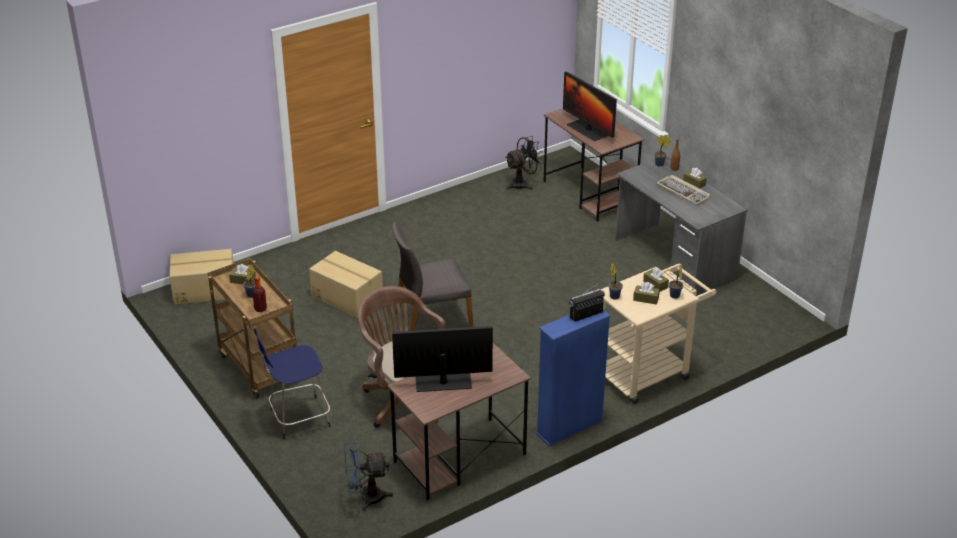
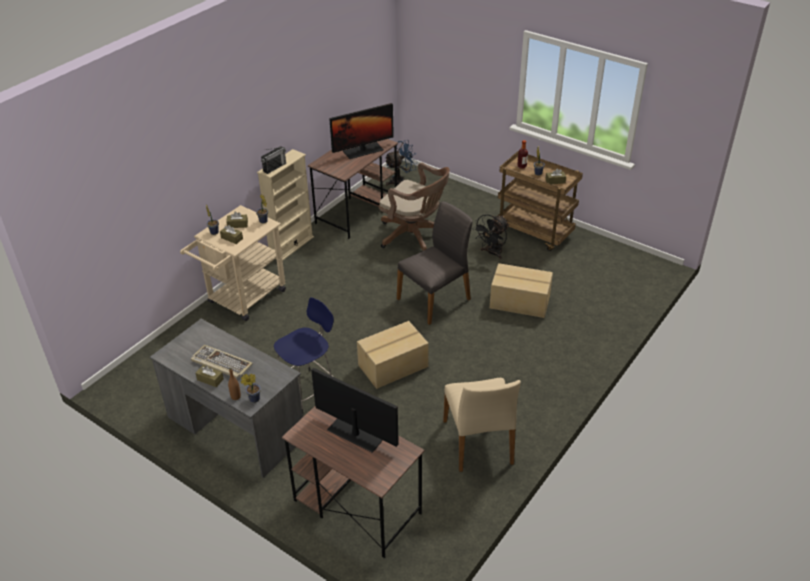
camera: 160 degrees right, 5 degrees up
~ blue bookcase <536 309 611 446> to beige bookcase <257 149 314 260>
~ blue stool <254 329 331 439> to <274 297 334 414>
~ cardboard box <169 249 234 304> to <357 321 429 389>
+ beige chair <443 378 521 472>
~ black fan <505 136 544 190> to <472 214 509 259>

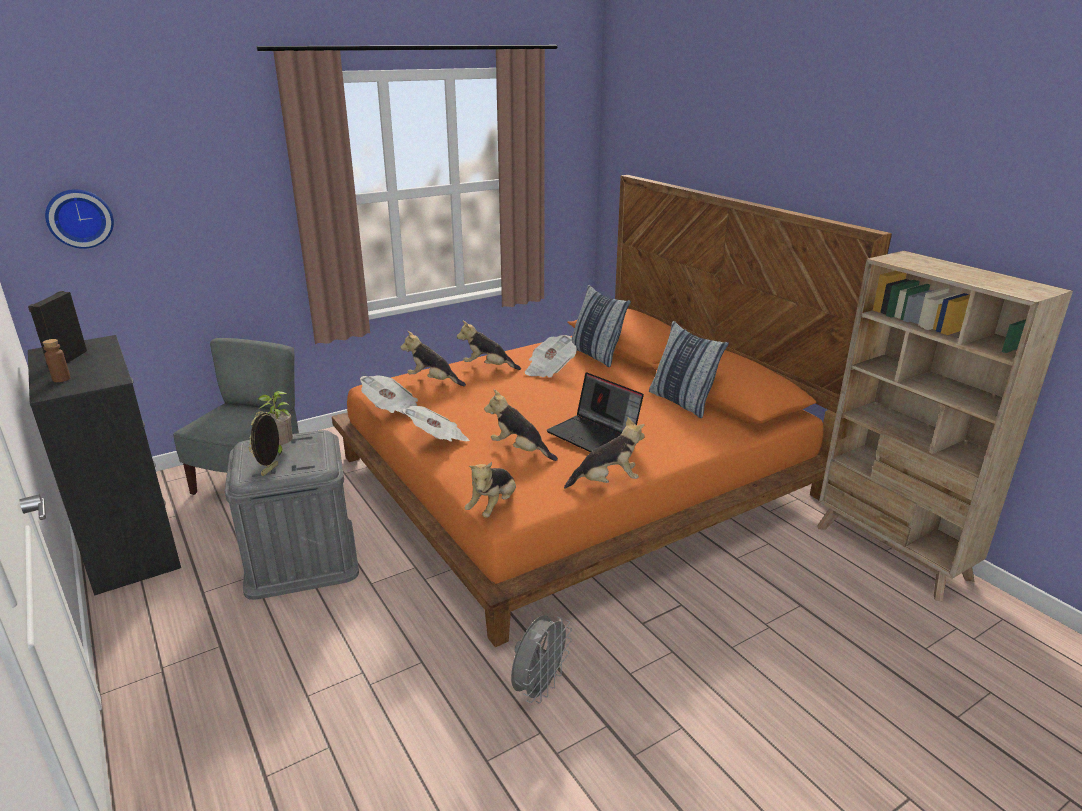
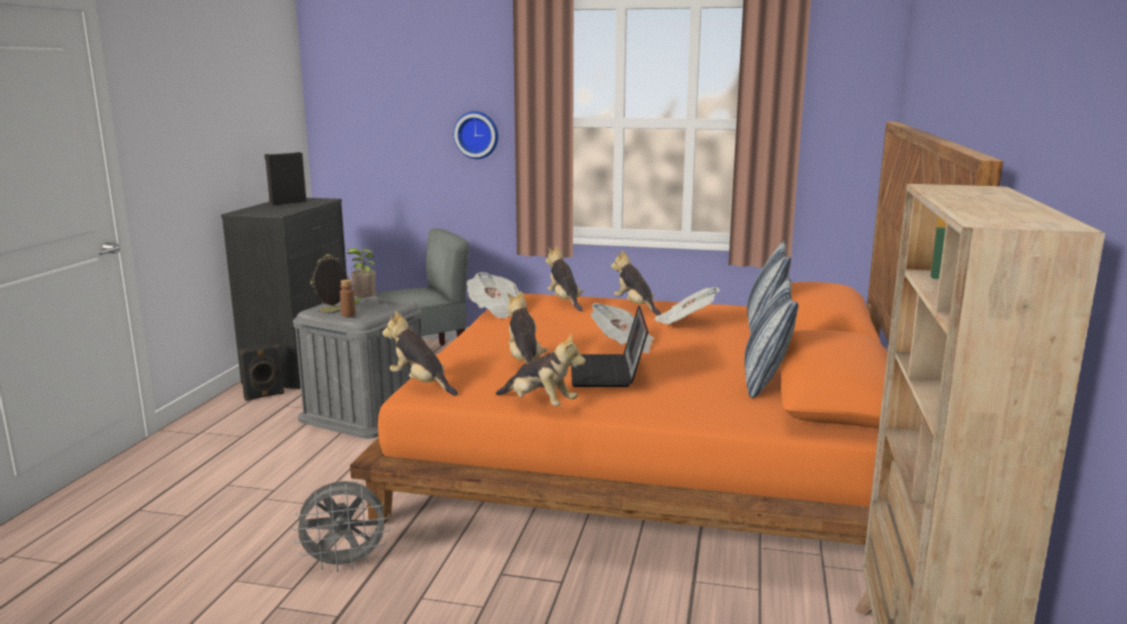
camera: 45 degrees right, 10 degrees down
+ black speaker <238 343 284 401>
~ brown bottle <42 339 71 382> to <340 279 356 317>
~ plush toy <465 462 516 518> = <382 311 458 396> 60 degrees clockwise
~ wall clock <45 189 114 249> to <454 111 498 159>
~ newspaper <402 406 470 442> to <591 303 654 353>

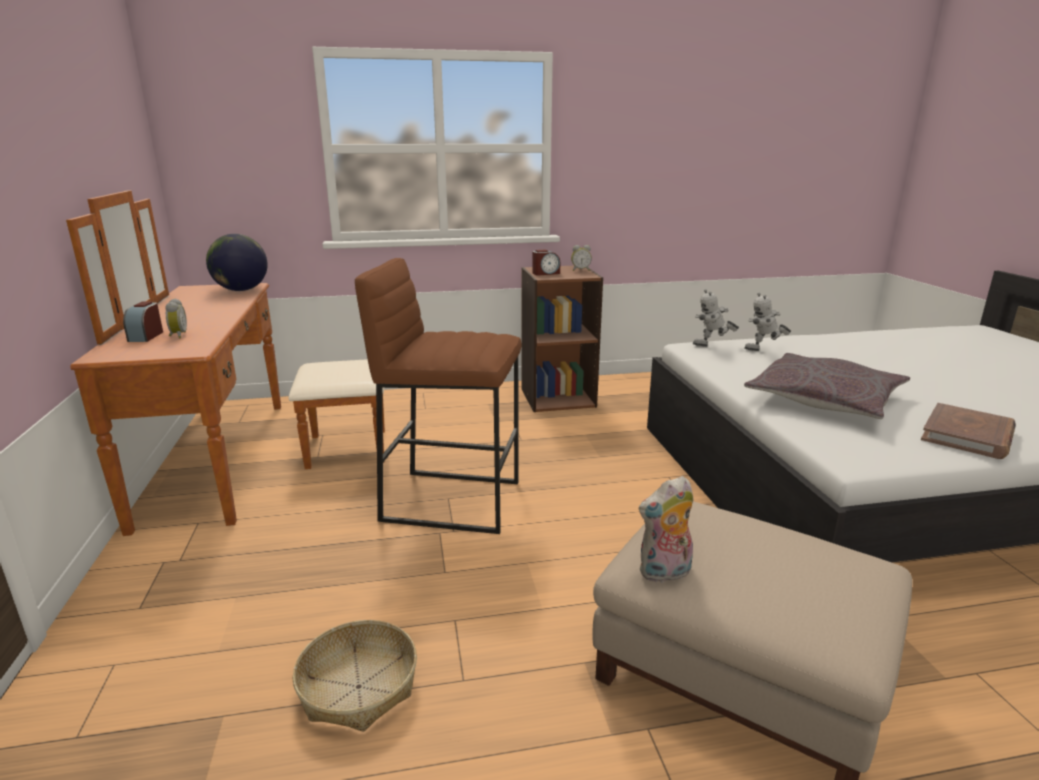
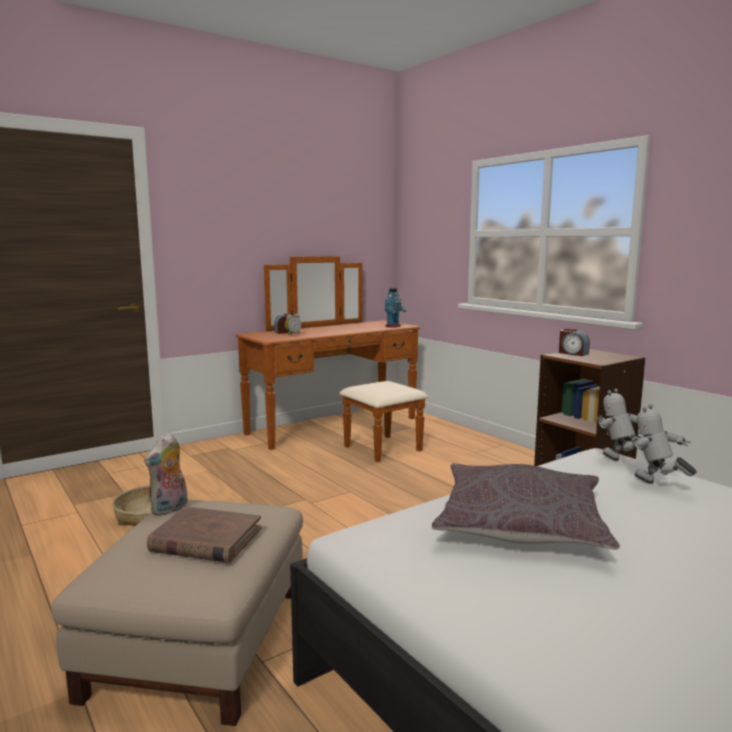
camera: 65 degrees right, 10 degrees down
~ plush toy <639 476 694 583> = <144 433 188 516> 105 degrees counterclockwise
~ brown book <921 403 1016 459> to <147 507 261 563>
~ globe <206 234 268 291> to toy robot <385 288 406 328>
- brown stool <355 258 522 534>
- alarm clock <571 245 592 271>

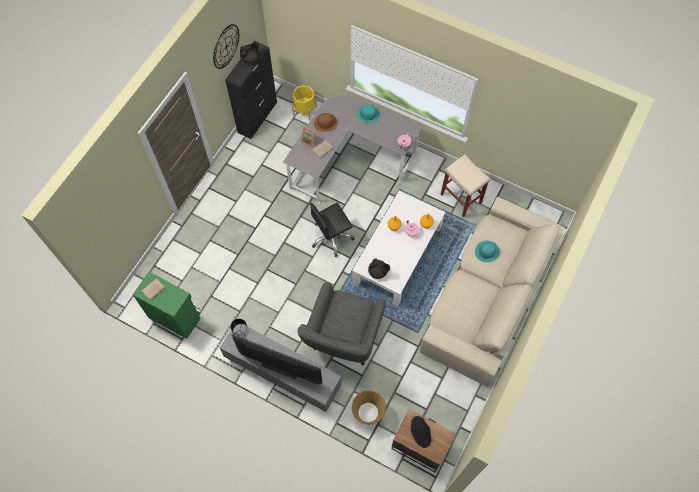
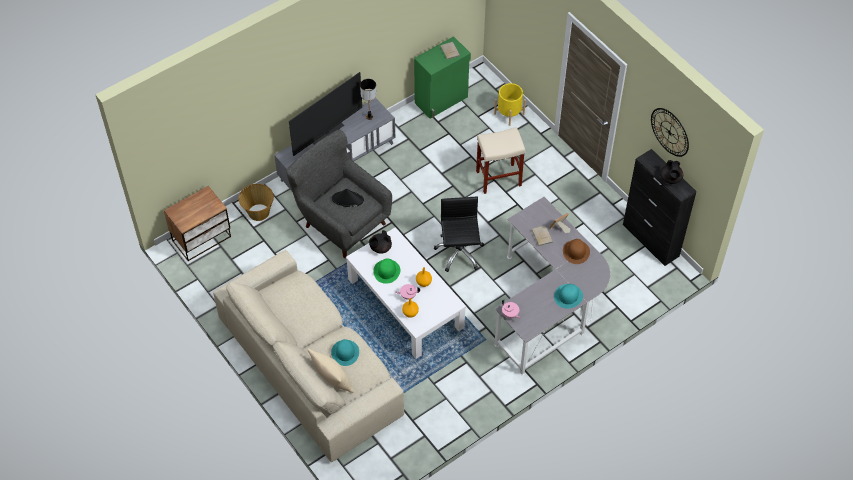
camera: 115 degrees right, 10 degrees down
+ beige pillow <307 348 354 393>
~ black hat <411 416 432 448> to <332 189 364 207>
+ green hat <373 258 400 284>
~ beige stool <440 155 490 217> to <476 127 525 194>
~ yellow planter <292 86 317 121> to <494 83 526 126>

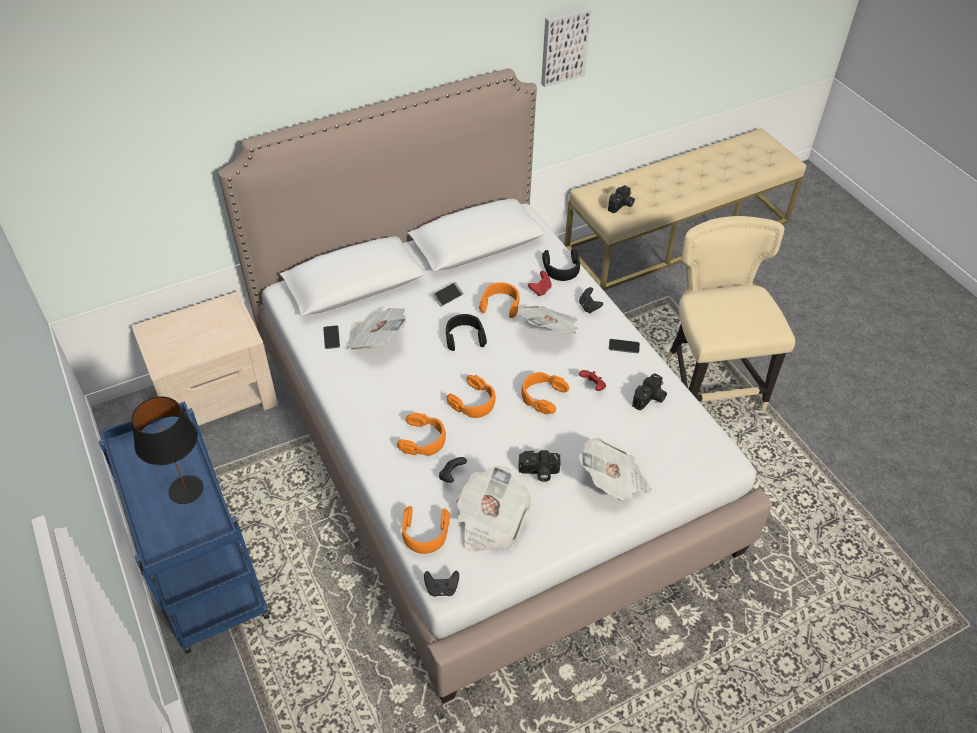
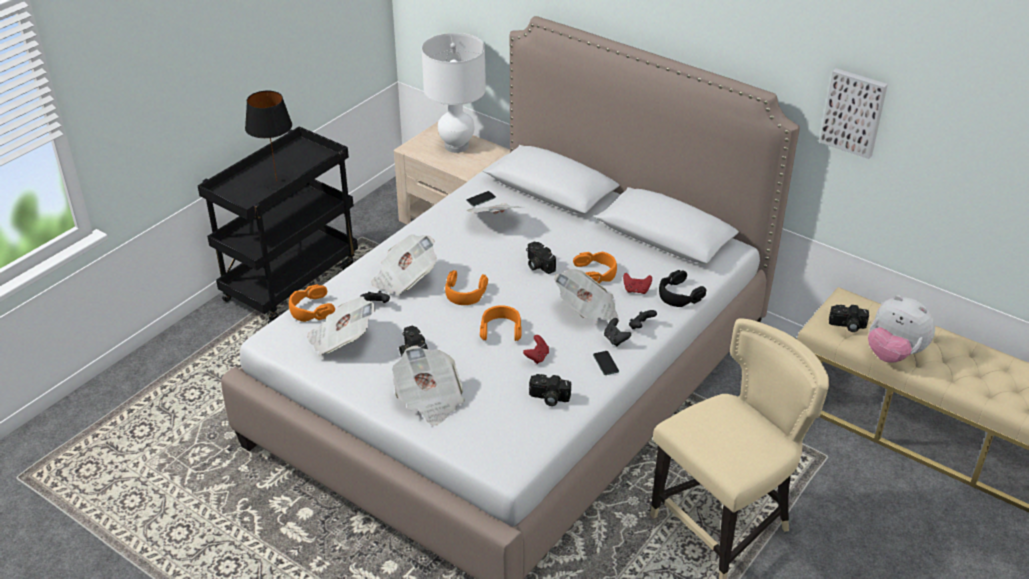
camera: 65 degrees right, 10 degrees down
~ blue cart <99 401 269 654> to black cart <198 126 358 324>
~ orange headphones <397 412 446 456> to newspaper <371 234 437 296>
+ white table lamp <422 33 486 153>
~ black headphones <446 314 487 351> to photo camera <526 242 556 274>
~ black game controller <424 571 459 597> to <604 318 631 346>
+ plush toy <868 295 935 363>
- phone <433 282 464 307>

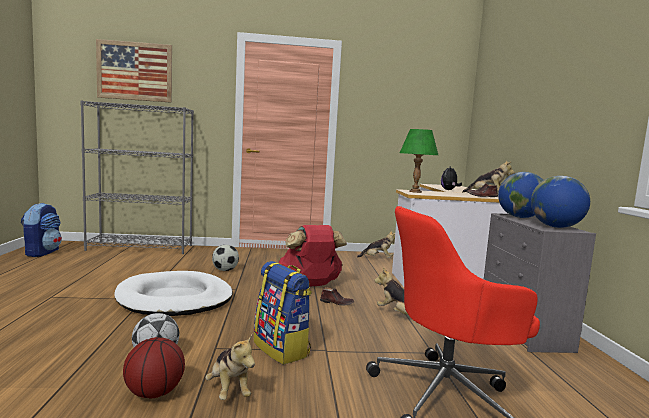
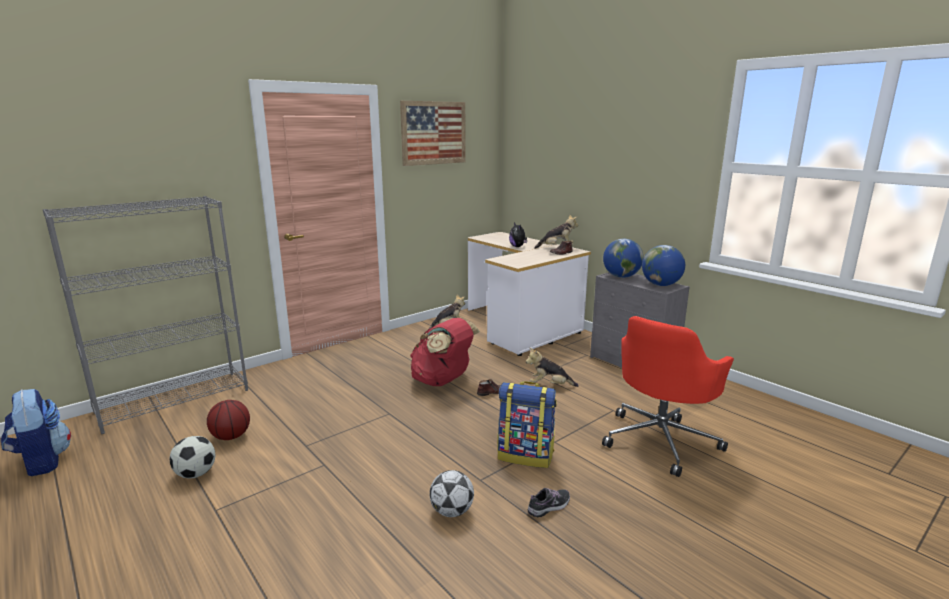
camera: 35 degrees left, 10 degrees up
~ football <212 245 239 271> to <170 436 215 479>
~ basketball <123 337 185 398> to <207 400 250 440>
~ picture <96 39 172 103> to <400 101 466 166>
~ plush toy <205 335 255 400> to shoe <528 488 570 517>
- white dog bed <114 271 233 316>
- green table lamp <400 129 438 193>

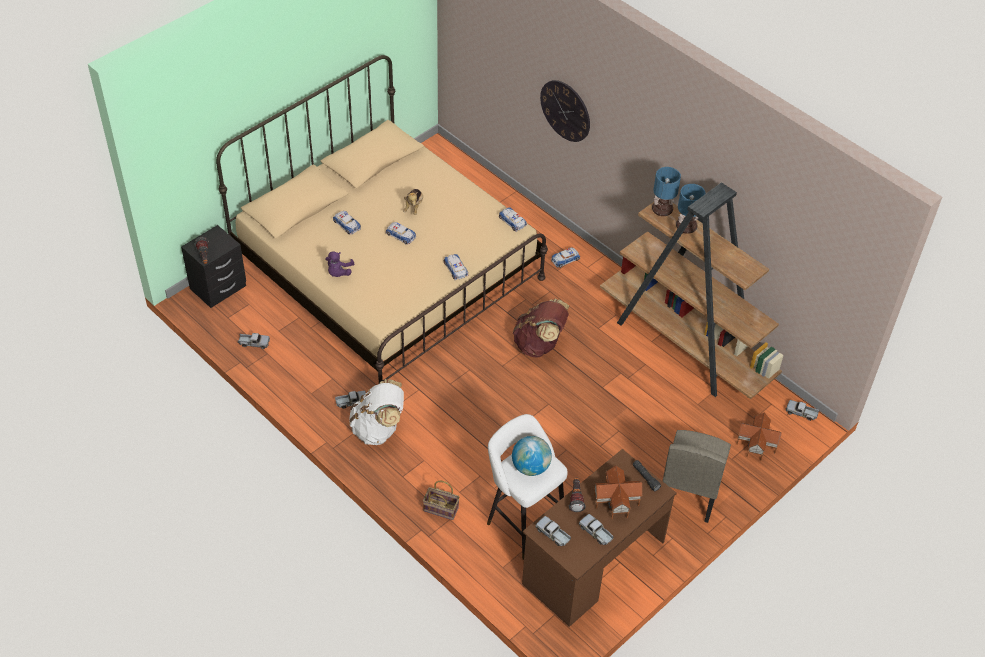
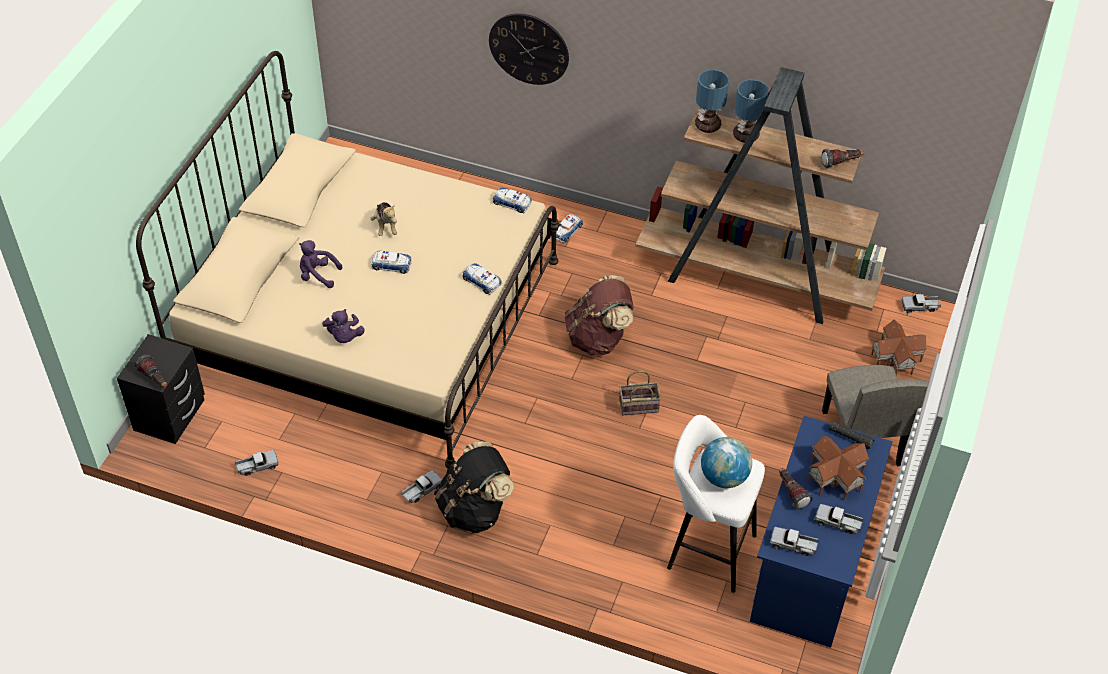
camera: 25 degrees left, 0 degrees up
~ toy car <333 211 361 235> to purple plush toy <299 240 342 288>
~ white backpack <349 379 404 445> to black backpack <434 441 514 534>
~ basket <423 481 459 520> to <619 370 661 416>
~ brown desk <522 449 677 627> to blue desk <750 416 893 648>
+ flashlight <822 149 864 168>

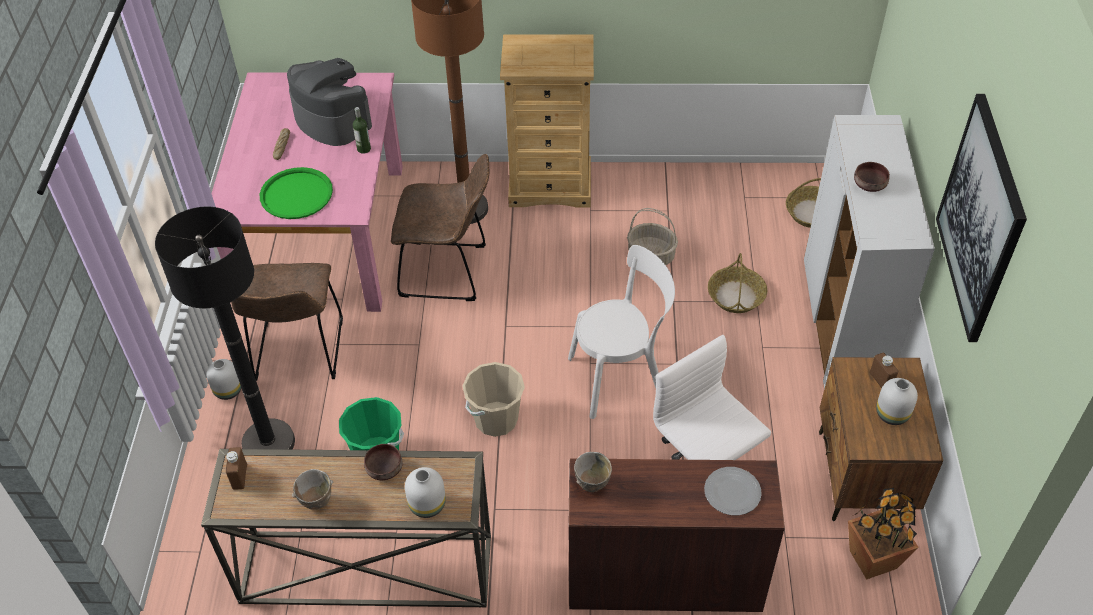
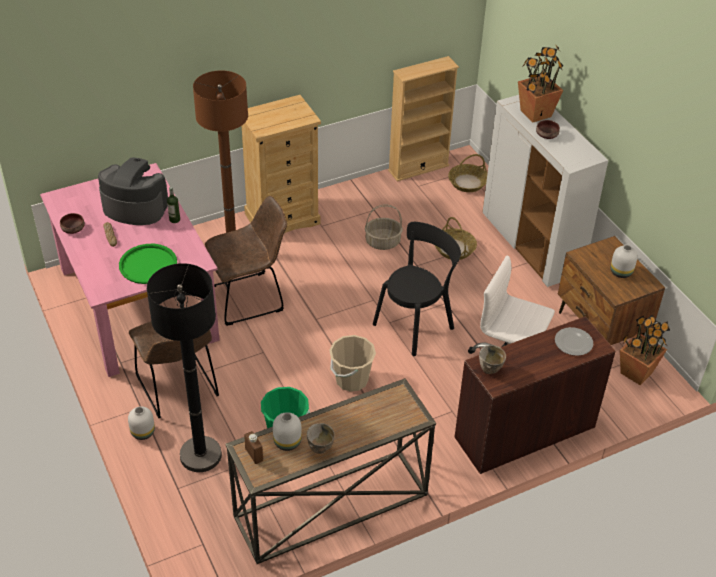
camera: 30 degrees left, 5 degrees down
~ brown bowl <364 444 403 480> to <60 213 85 234>
~ white vase <405 467 446 518> to <273 412 302 451>
~ white chair <568 245 675 419> to black chair <373 222 461 356>
+ beige bookcase <388 56 459 181>
+ potted plant <518 46 563 122>
- brown bottle <870 353 898 389>
- picture <936 94 1027 342>

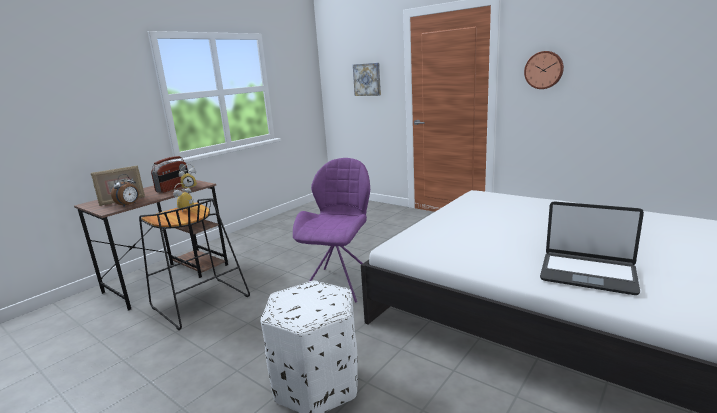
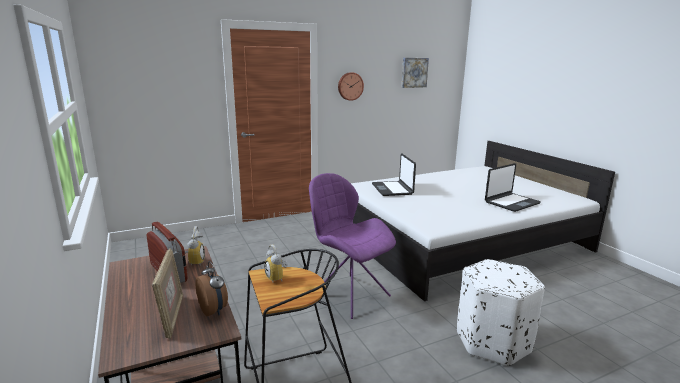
camera: 65 degrees left, 0 degrees up
+ laptop <372 153 416 196>
~ picture <353 63 381 96> to <401 58 429 88>

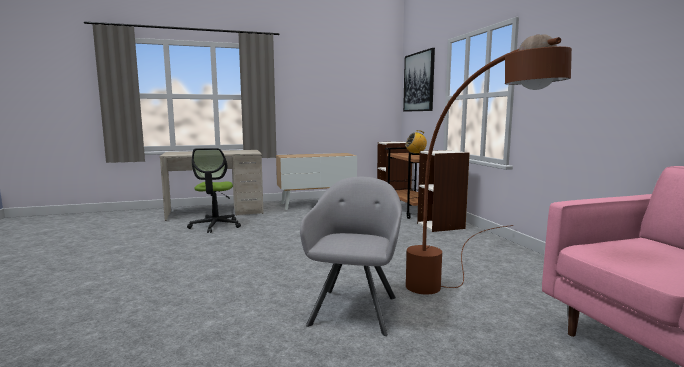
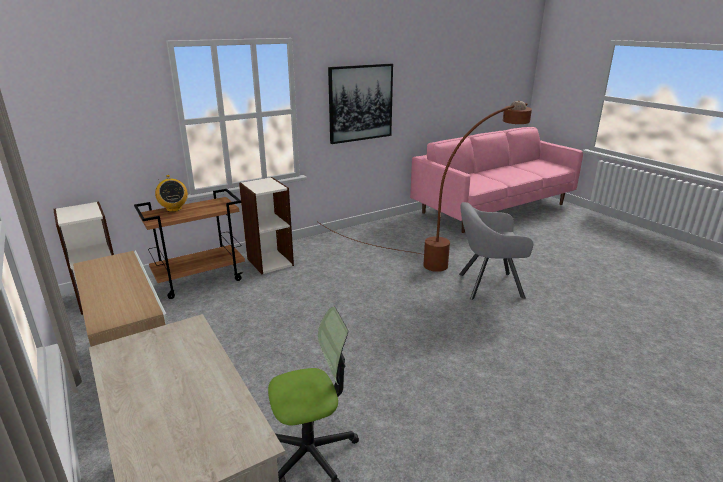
camera: 105 degrees left, 15 degrees up
~ picture <403 48 435 112> to <328 64 393 144>

